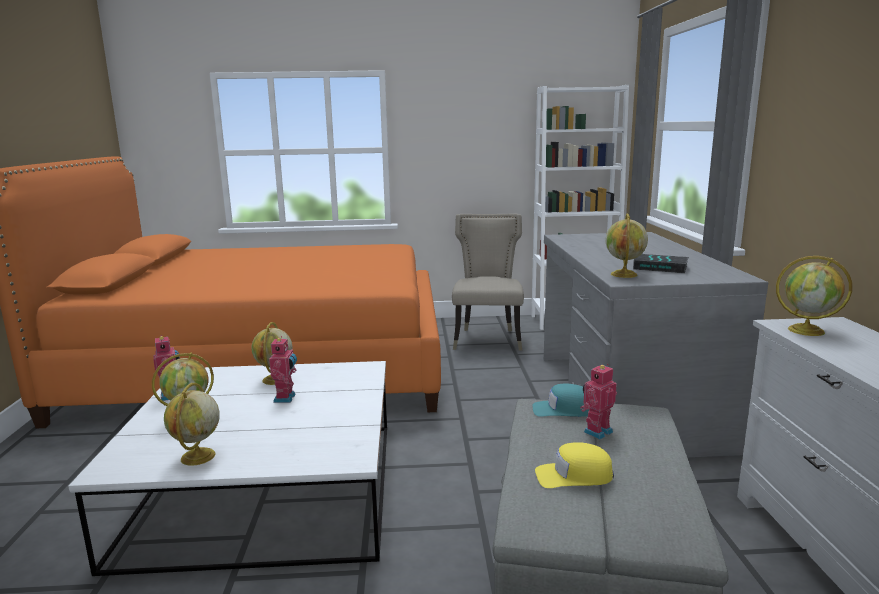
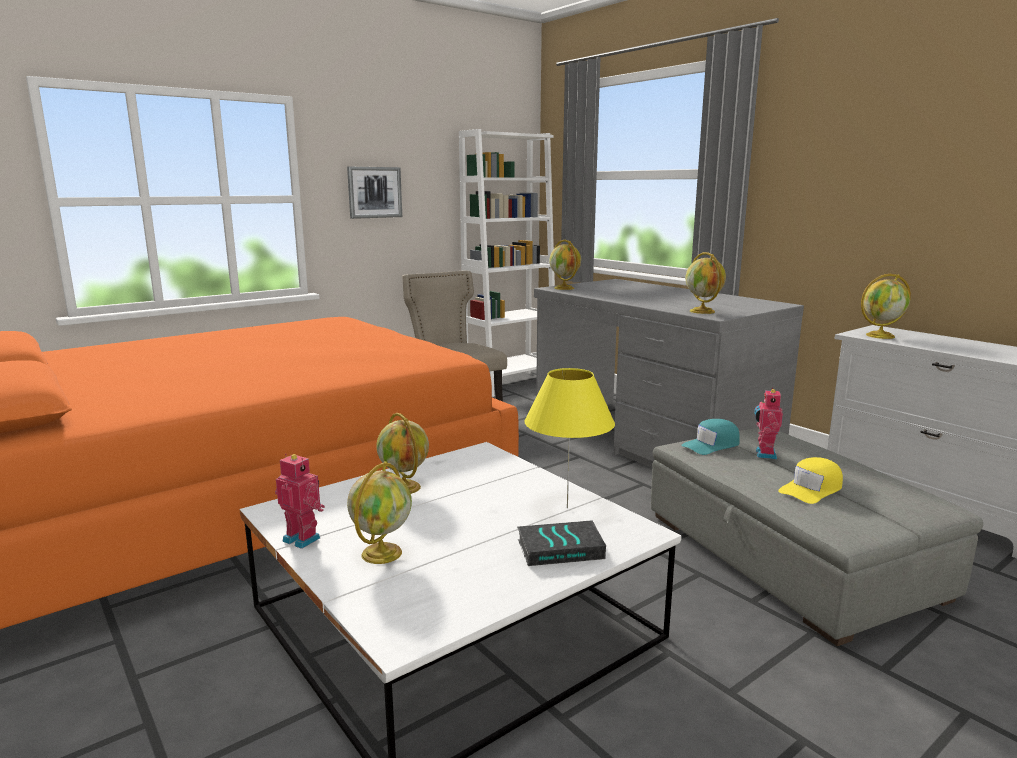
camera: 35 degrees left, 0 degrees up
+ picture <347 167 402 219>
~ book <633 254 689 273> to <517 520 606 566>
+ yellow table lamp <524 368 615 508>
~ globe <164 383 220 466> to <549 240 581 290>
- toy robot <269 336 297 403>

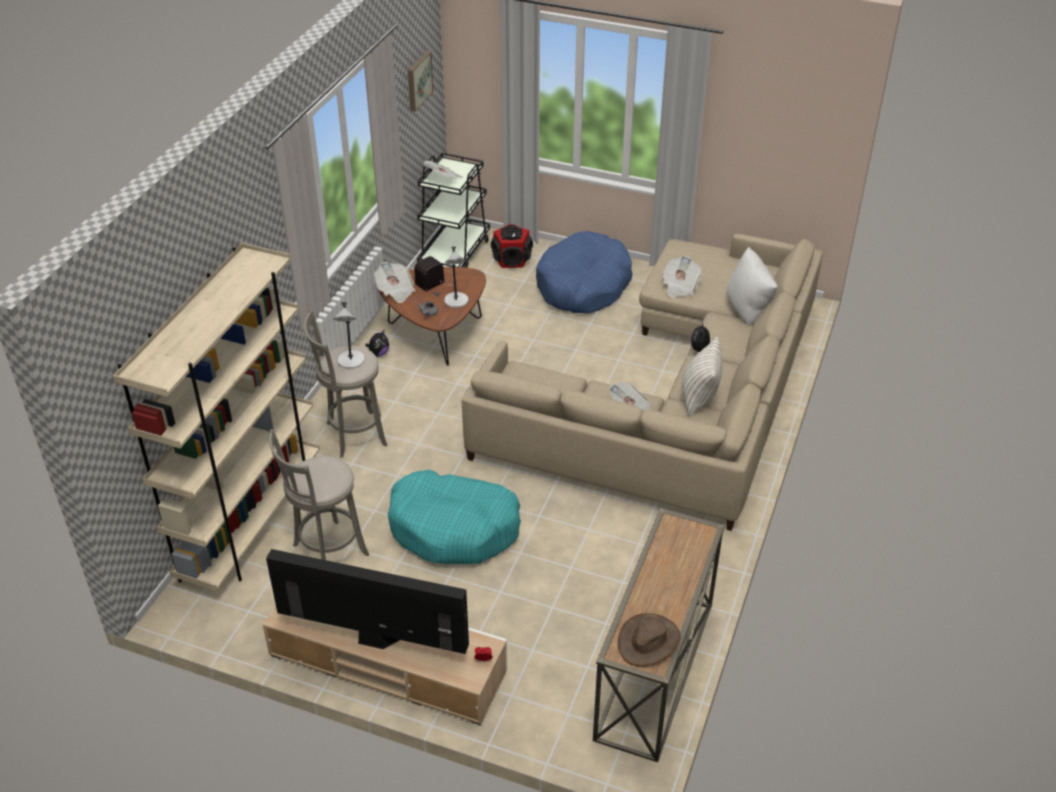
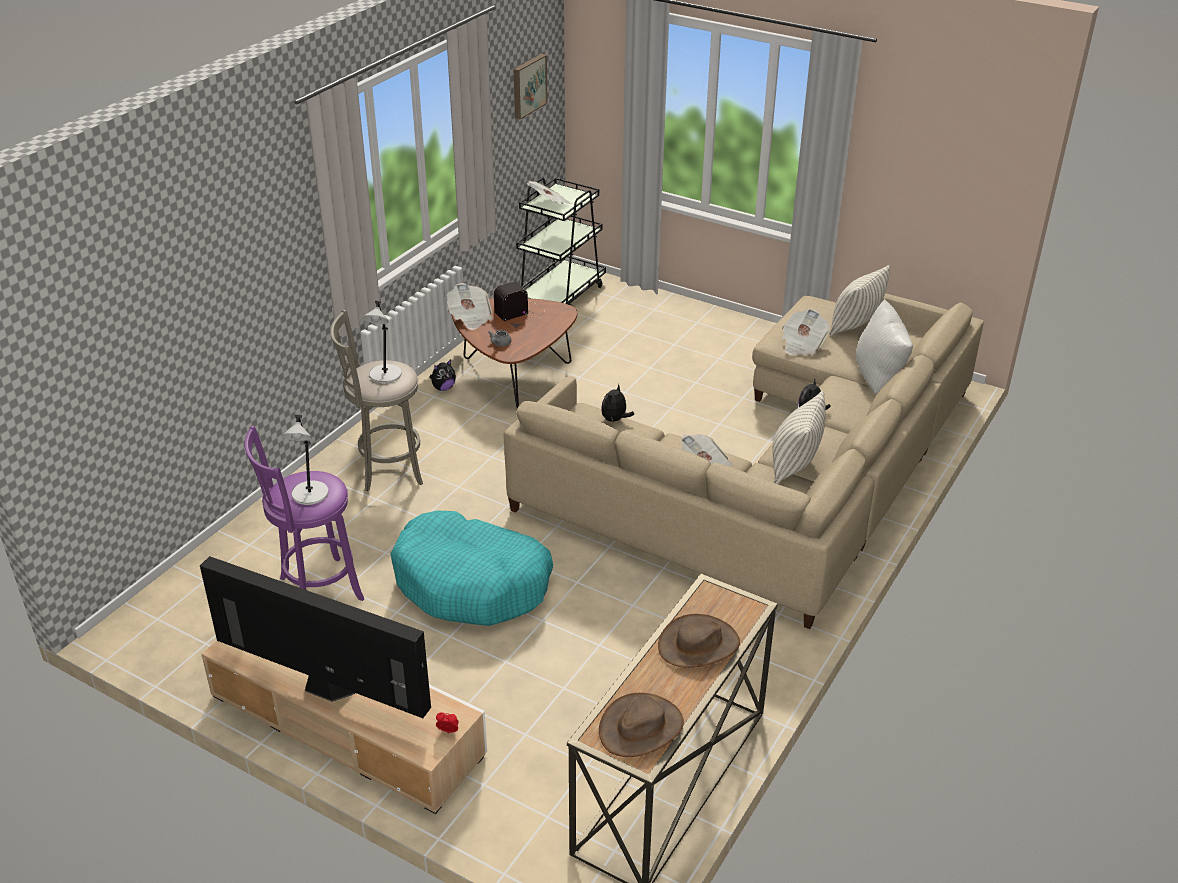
camera: 10 degrees right, 5 degrees down
~ grey stool <269 429 369 560> to purple stool <244 425 364 601>
~ grey table lamp <444 247 468 308> to <281 415 329 505>
+ plush toy <601 384 634 423>
+ brown hat <658 614 740 668>
+ pillow <829 265 890 336>
- beige bookcase <113 243 320 591>
- speaker <491 224 533 268>
- blue dog bed <536 231 633 314>

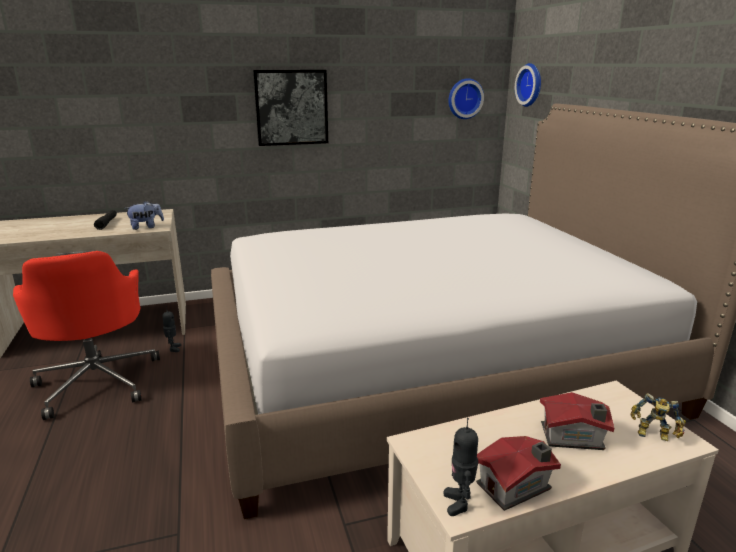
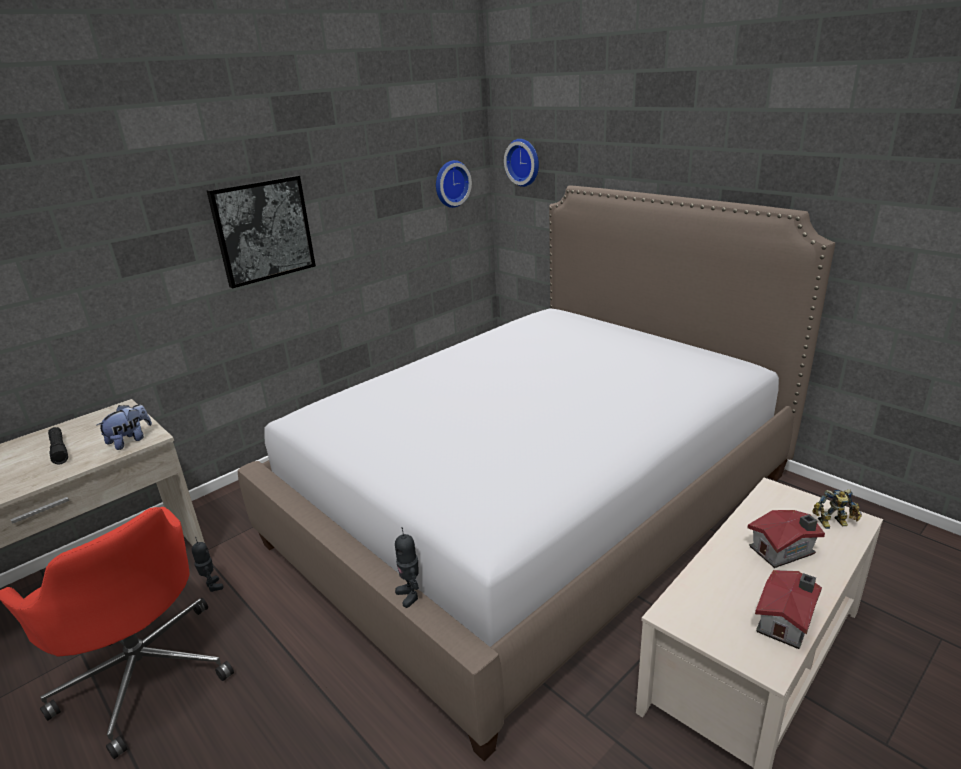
camera: 25 degrees left, 5 degrees up
~ toy robot <443 418 478 516> to <395 527 419 608>

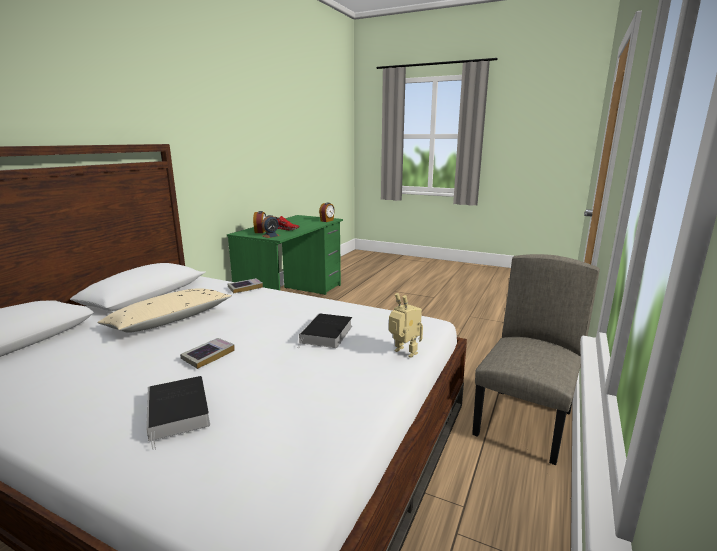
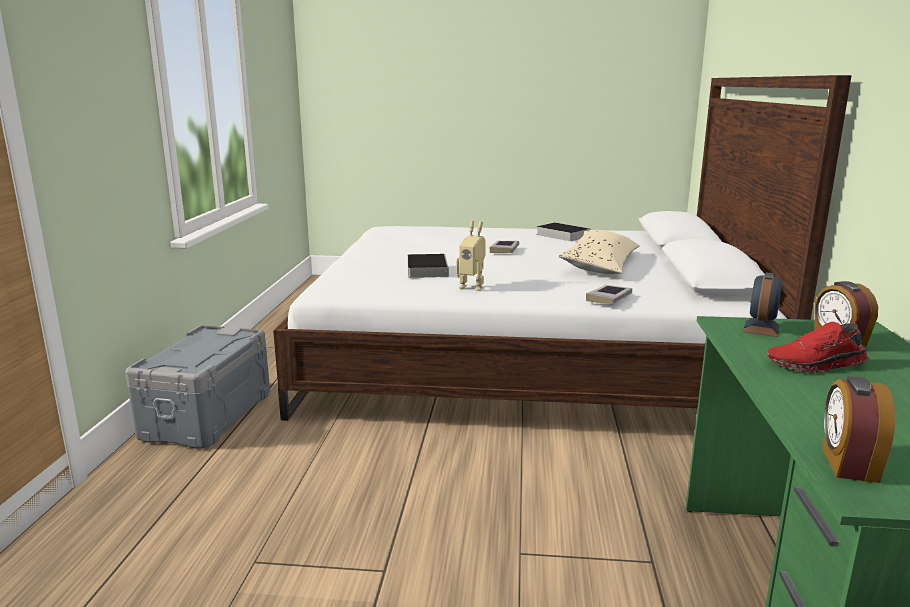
camera: 160 degrees right, 0 degrees up
~ beige chair <472 254 600 465> to grey storage box <125 325 270 449>
~ toy robot <389 293 423 358> to <456 221 486 291>
~ book <146 376 210 450> to <536 222 590 241>

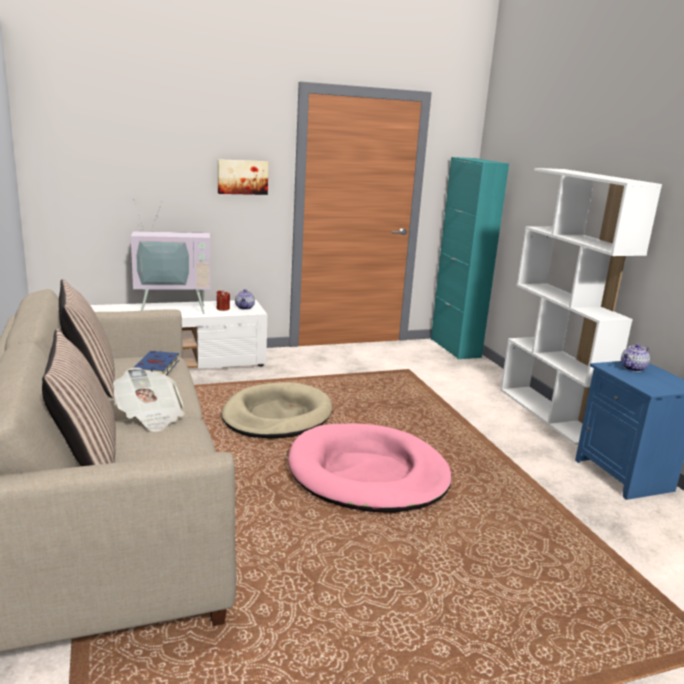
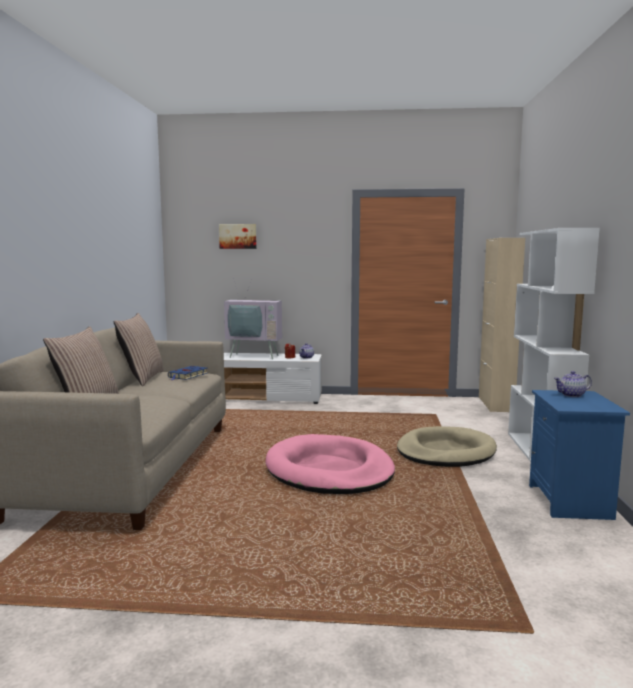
camera: 25 degrees right, 10 degrees down
~ picture <218 159 268 195> to <219 224 257 249>
~ beige dog bed <222 382 332 438> to <397 426 497 467>
~ turquoise cabinet <431 157 509 359> to beige cabinet <479 238 525 412>
- newspaper <113 367 185 432>

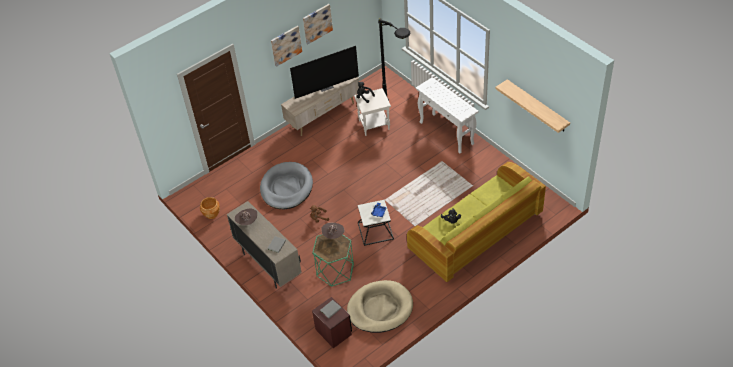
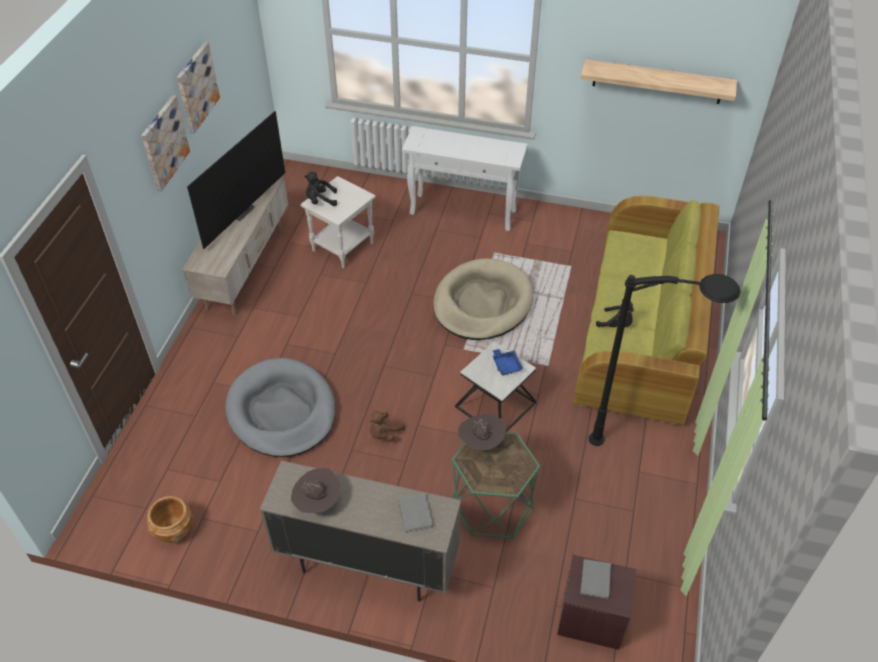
camera: 40 degrees left, 0 degrees up
~ beige dog bed <347 280 413 333> to <433 258 533 340>
~ black floor lamp <378 18 411 100> to <589 274 740 446>

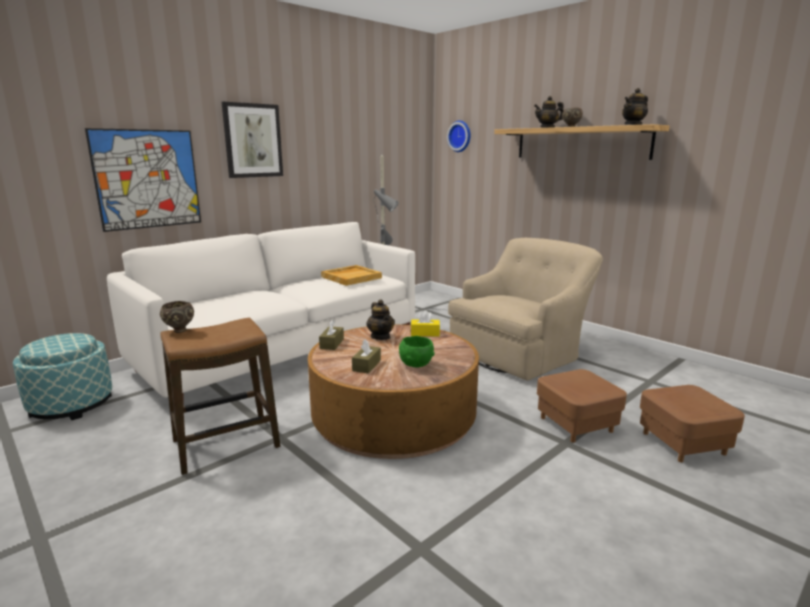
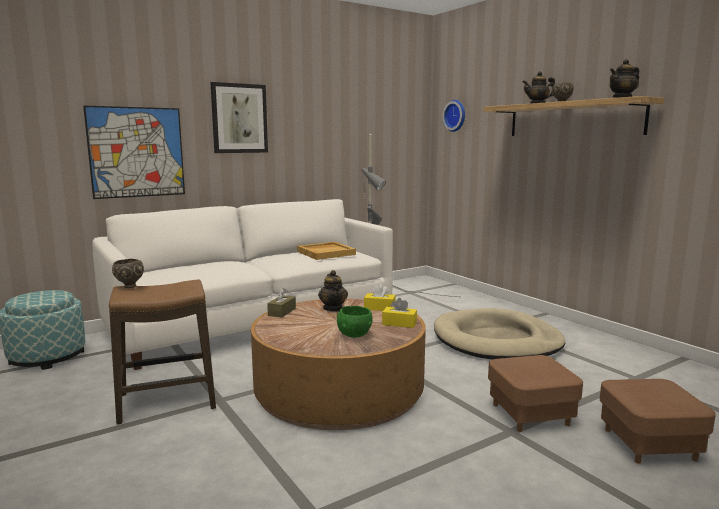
camera: 10 degrees right, 5 degrees down
+ yellow tissue box <382 298 417 328>
~ beige armchair <448 238 603 381> to beige dog bed <434 308 565 359>
- brown tissue box <352 339 381 374>

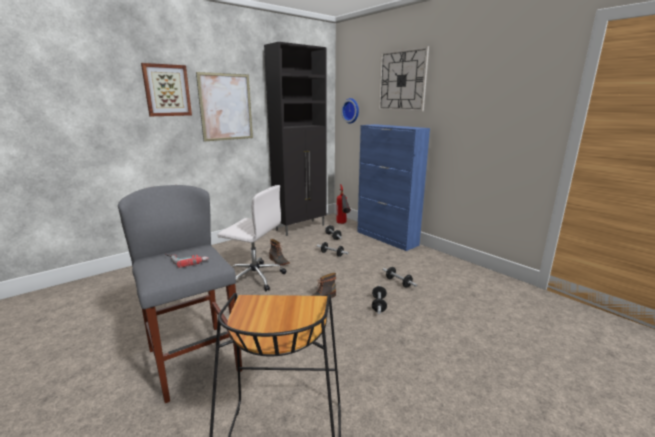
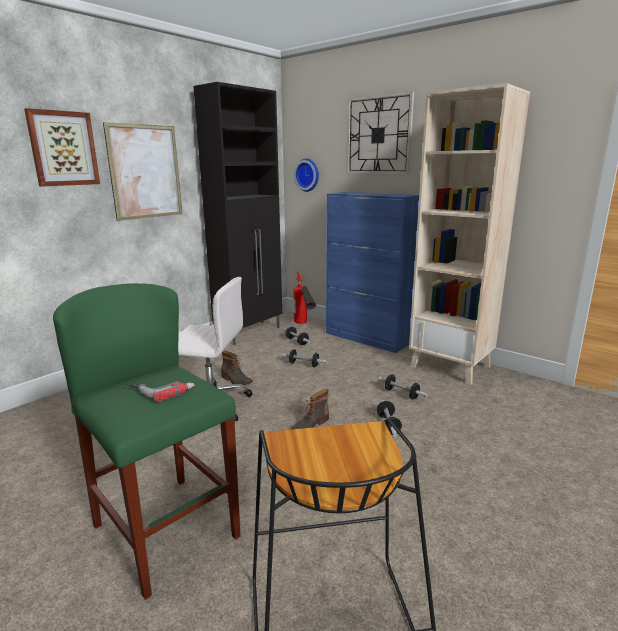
camera: 10 degrees left, 0 degrees up
~ grey stool <118 185 242 403> to green stool <53 283 241 600>
+ beige bookcase <409 83 530 385>

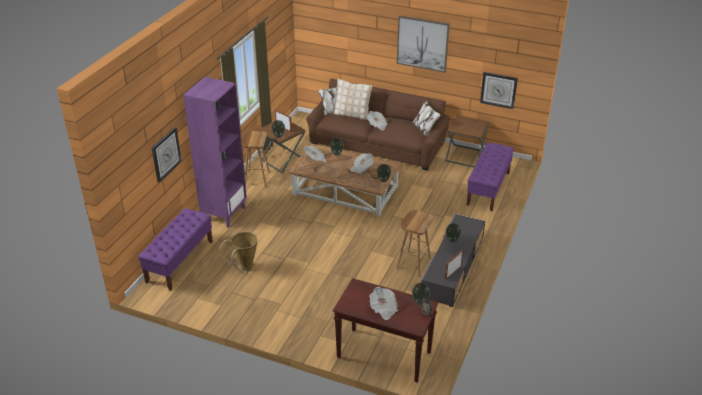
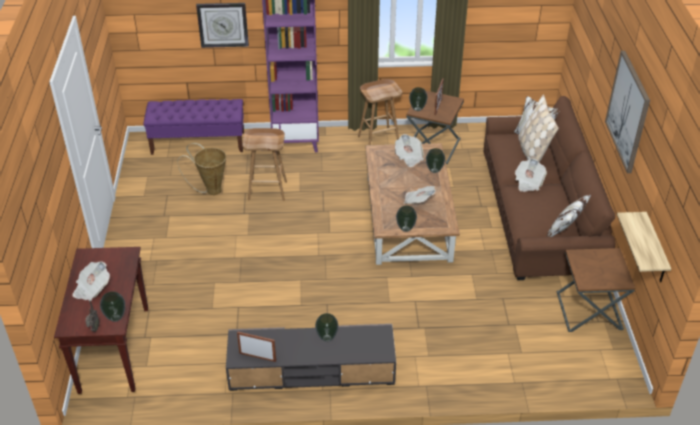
camera: 65 degrees right, 5 degrees up
~ brown stool <396 210 434 276> to <242 128 287 201>
~ wall clock <480 72 518 109> to shelf <617 212 671 282>
- purple bench <466 143 514 211>

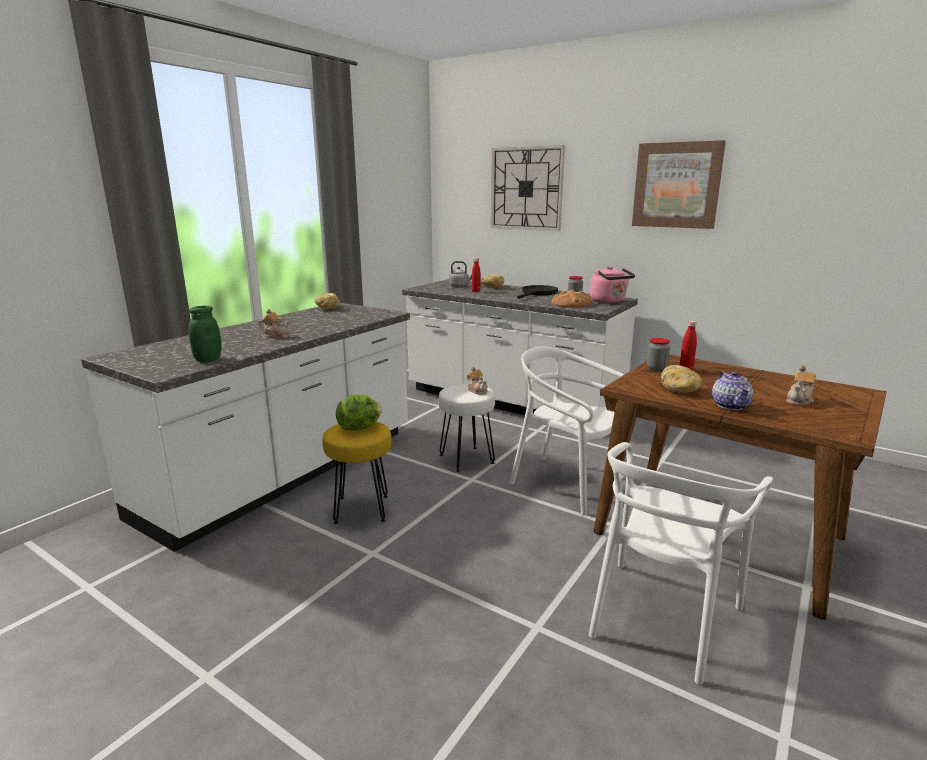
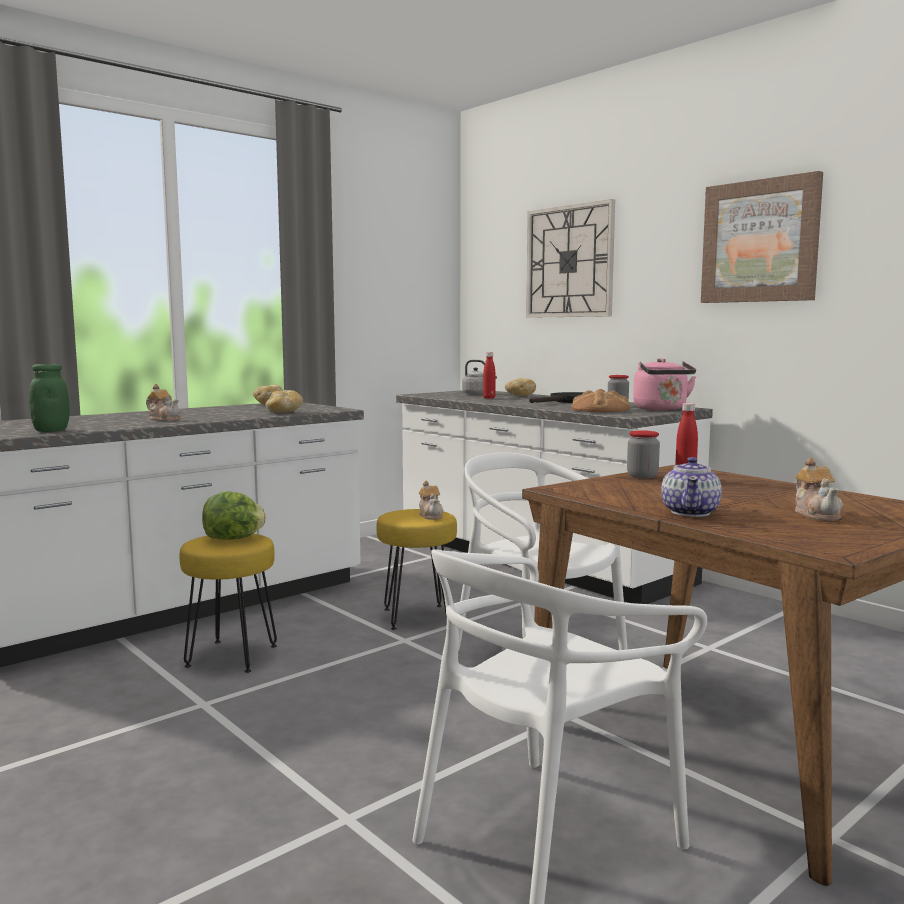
camera: 15 degrees right, 10 degrees down
~ bread <661 365 702 393> to <266 390 303 413>
~ white stool <439 384 495 472> to yellow stool <377 509 457 630>
~ teapot <786 365 816 406> = <795 457 843 521> 60 degrees counterclockwise

